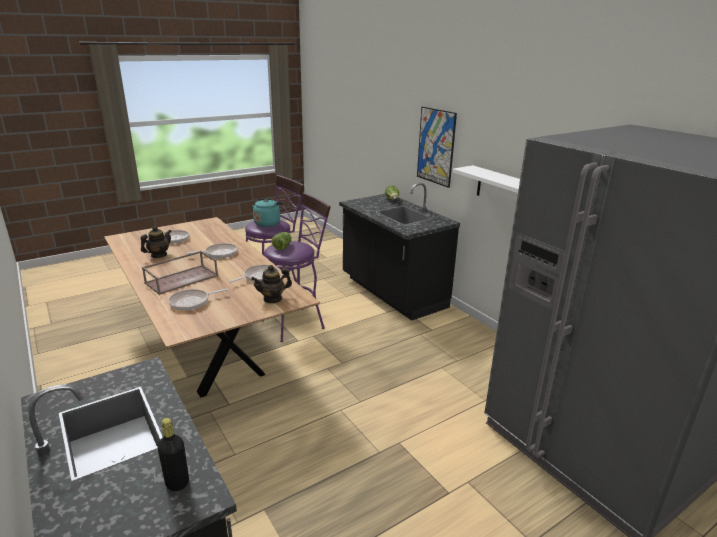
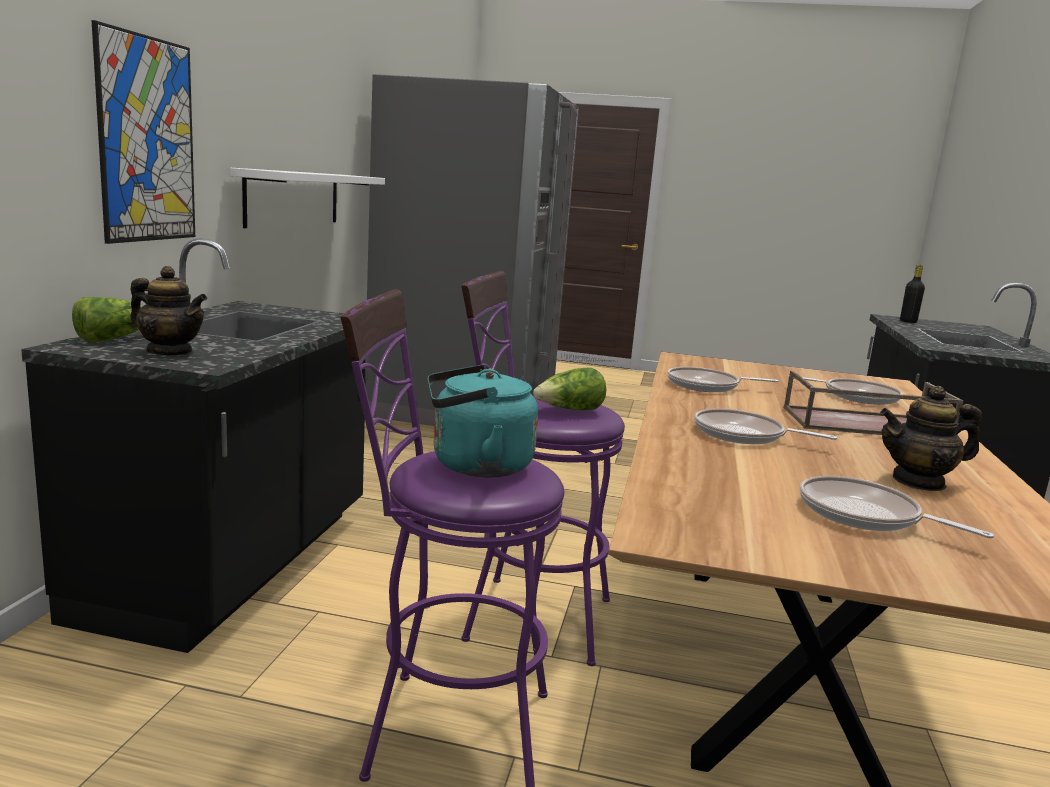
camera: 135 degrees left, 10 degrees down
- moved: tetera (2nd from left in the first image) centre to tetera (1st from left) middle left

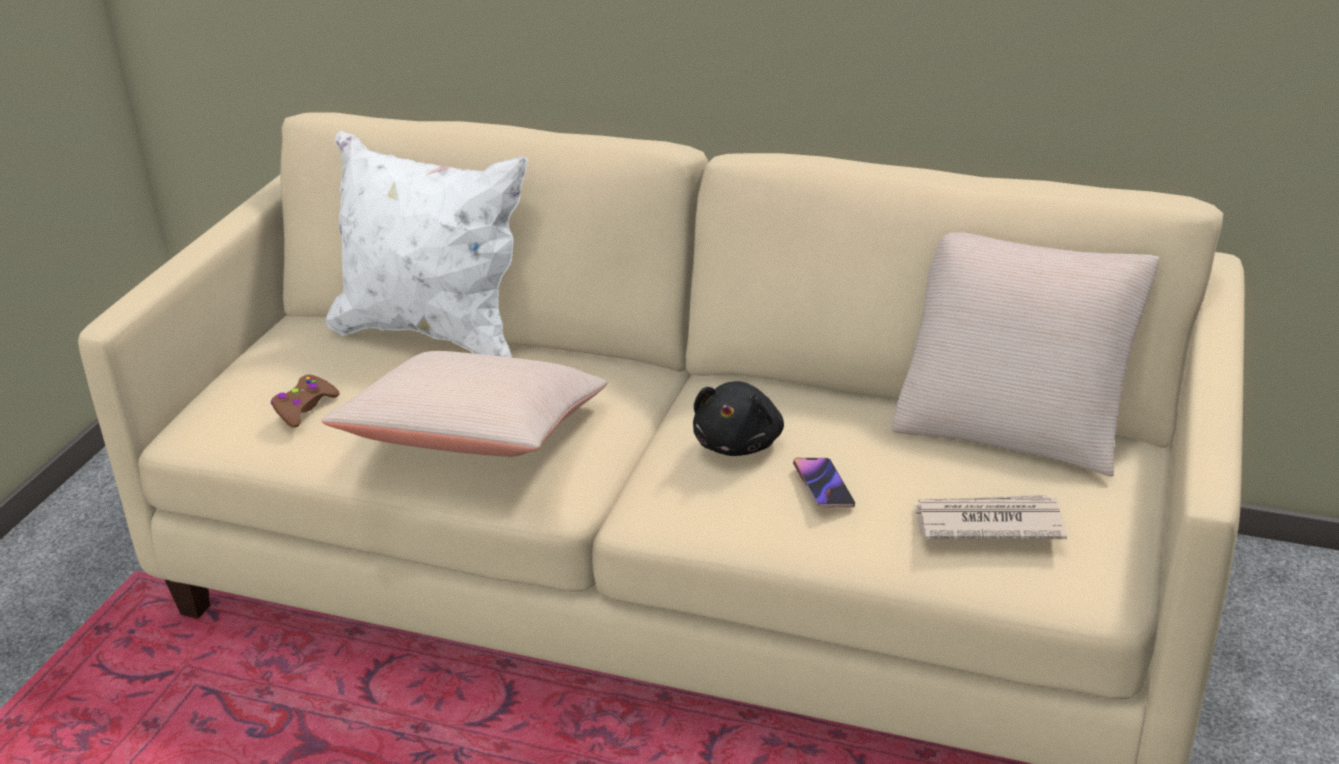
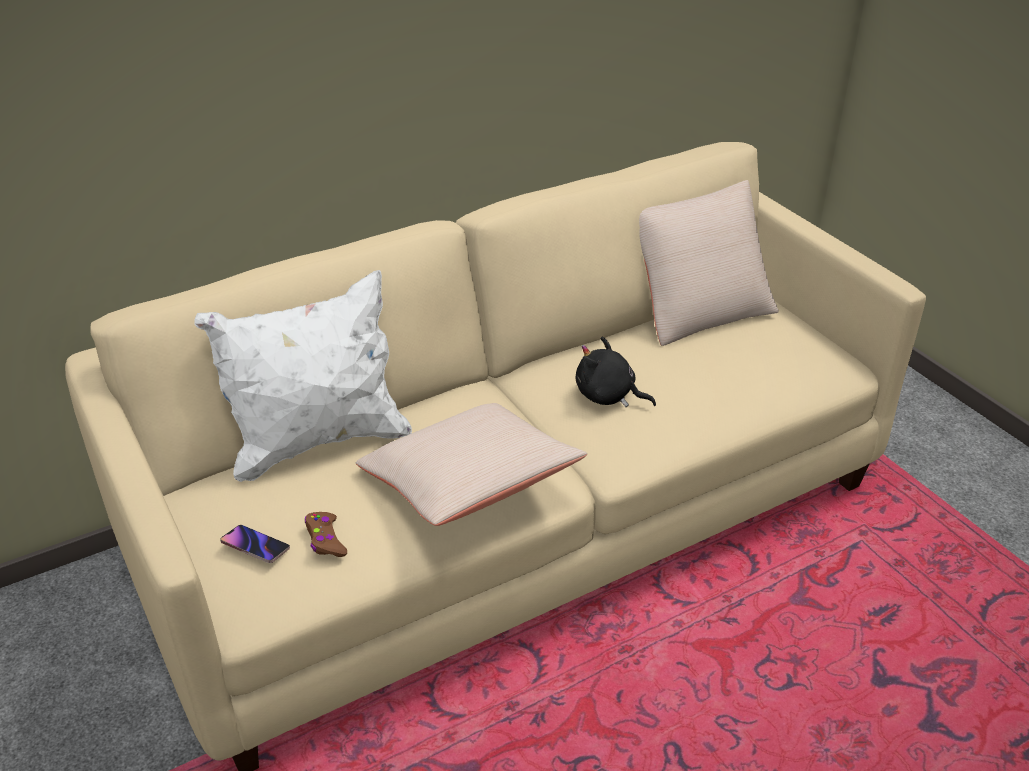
camera: 50 degrees left, 5 degrees up
- turned: peluche/negro centre = centre 150 degrees clockwise
- moved: móvil centre to bottom left
- removed: periódico bottom right

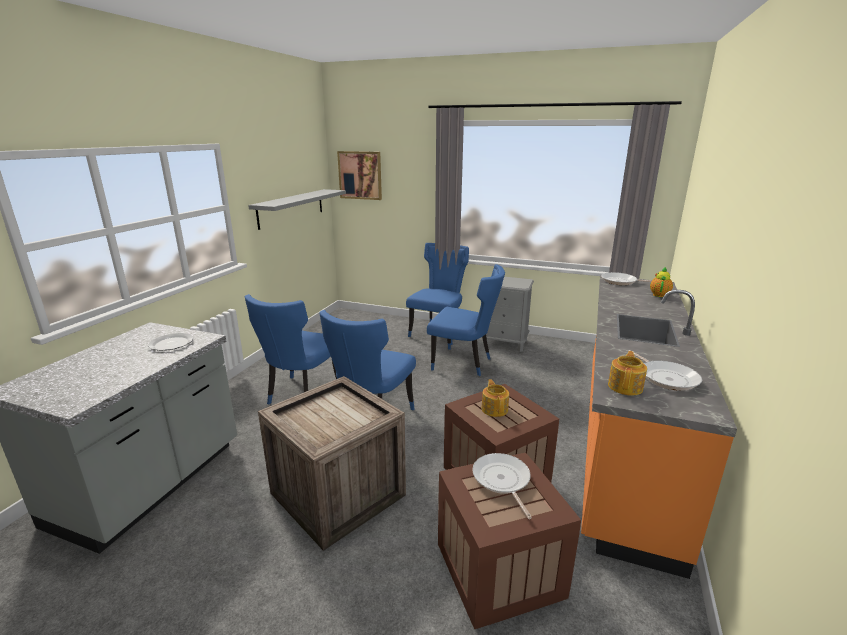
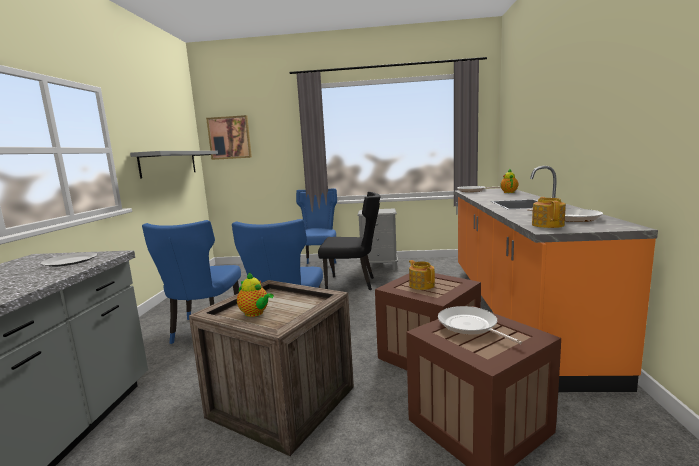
camera: 15 degrees left, 10 degrees down
- recoloured: silla/azul (4th from left) centre to silla/negro centre
- added: tetera (1st from left) centre

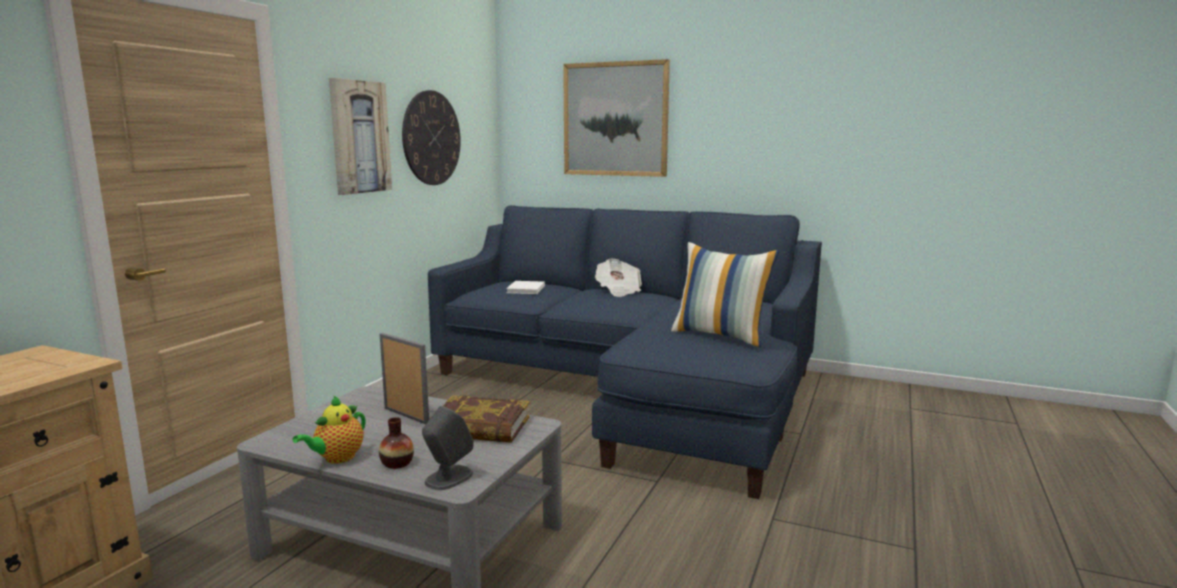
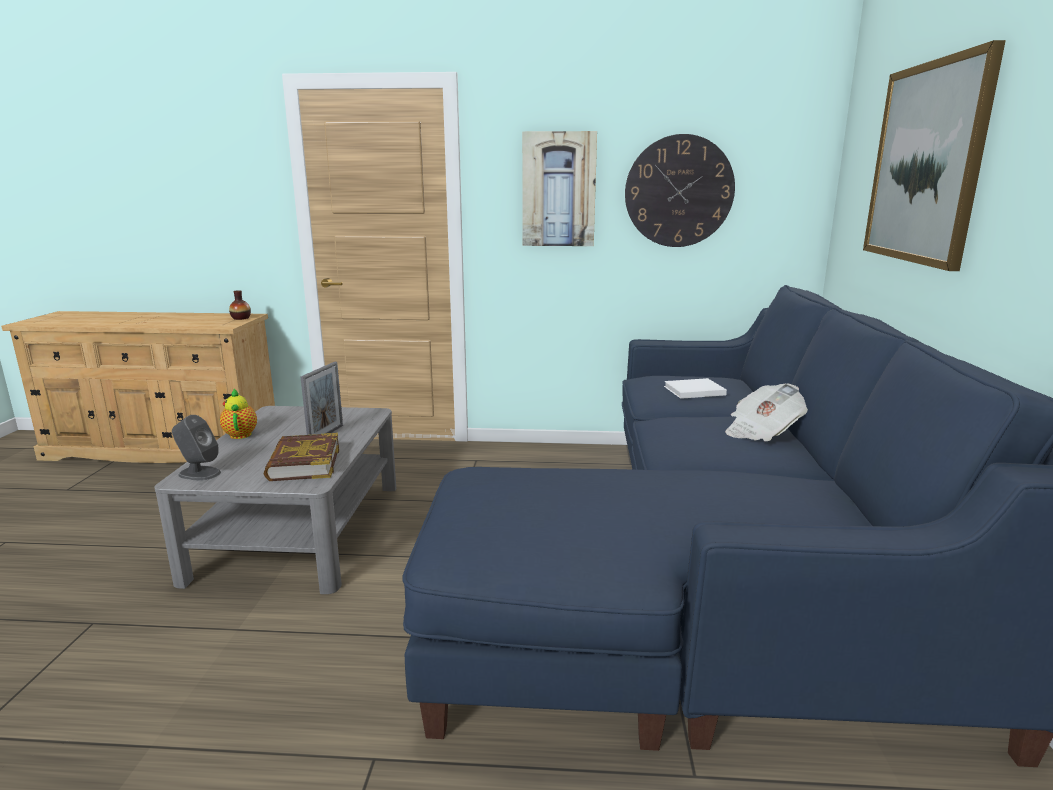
camera: 70 degrees right, 5 degrees up
- removed: cojín centre
- turned: tetera bottom left = middle left 60 degrees clockwise
- moved: florero bottom centre to middle left

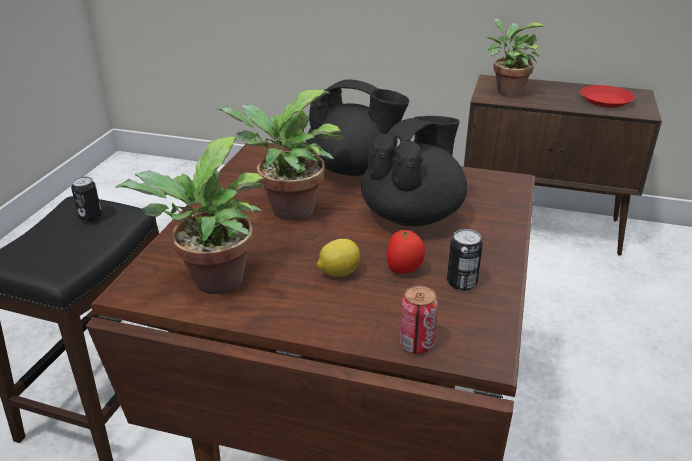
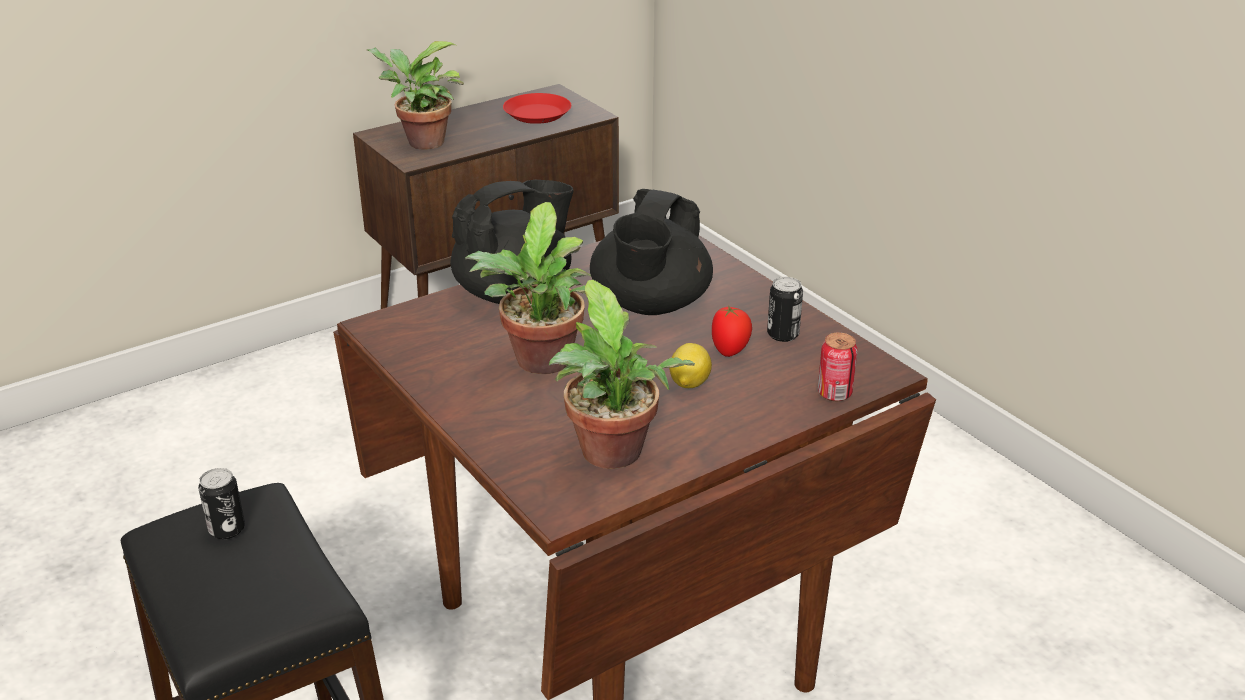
camera: 50 degrees left, 0 degrees up
- turned: tetera/negro (2nd from left) centre = centre 150 degrees counterclockwise

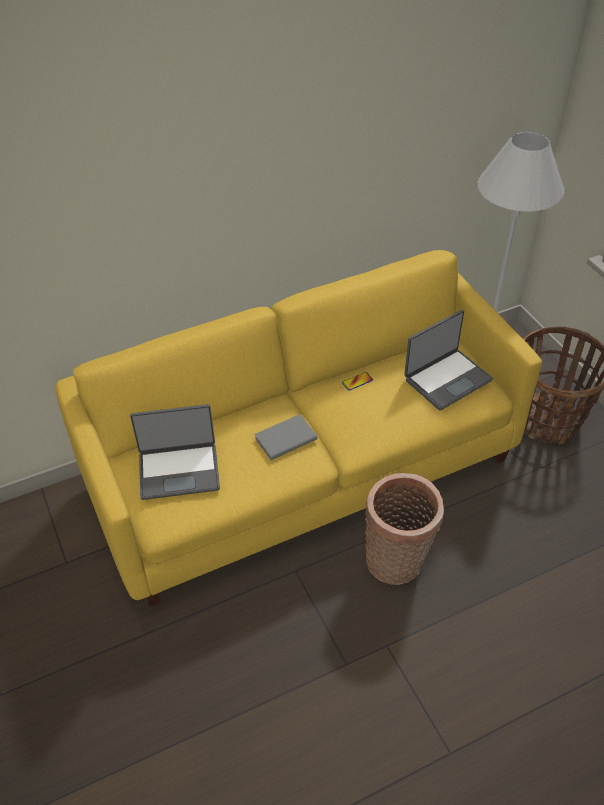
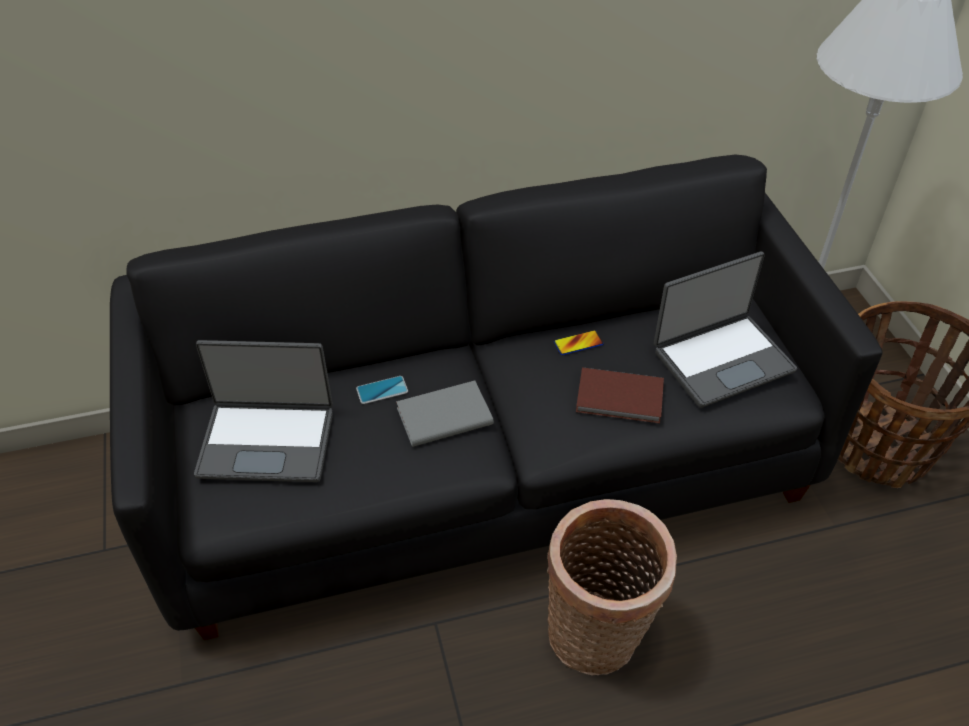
camera: 10 degrees right, 0 degrees up
- recoloured: sofá/amarillo centre to sofá/negro centre
- added: libro/marrón centre
- added: móvil (1st from left) centre

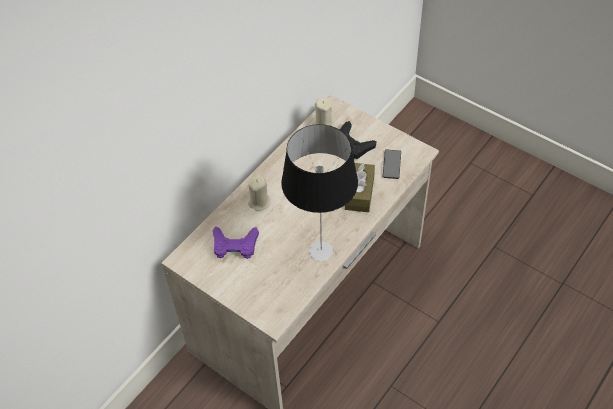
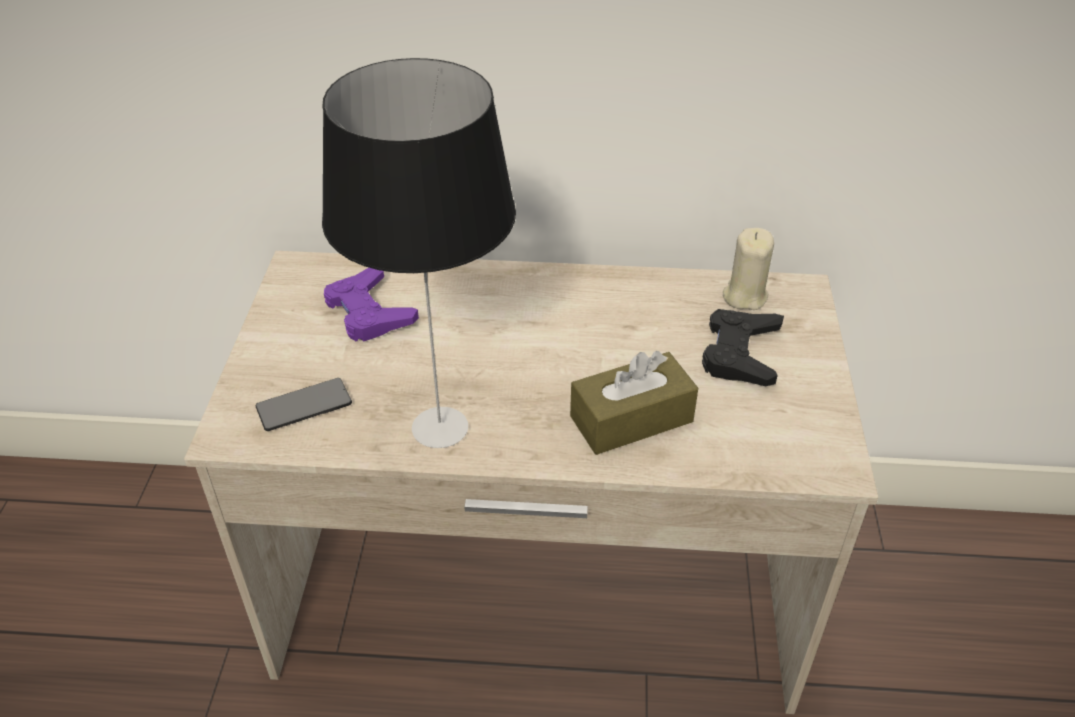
camera: 55 degrees right, 10 degrees down
- moved: móvil centre to middle left
- removed: vela/beis (1st from left) centre

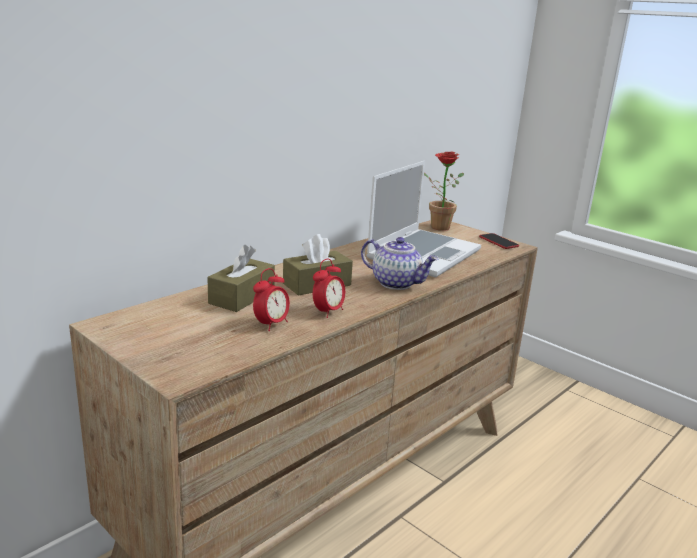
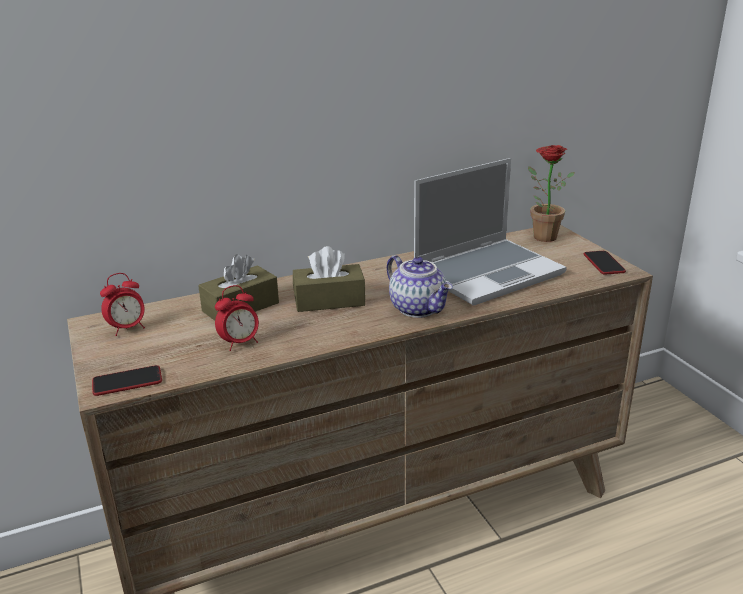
camera: 25 degrees right, 5 degrees up
- moved: despertador (2nd from left in the first image) centre to despertador (1st from left) middle left
- added: móvil (1st from left) middle left

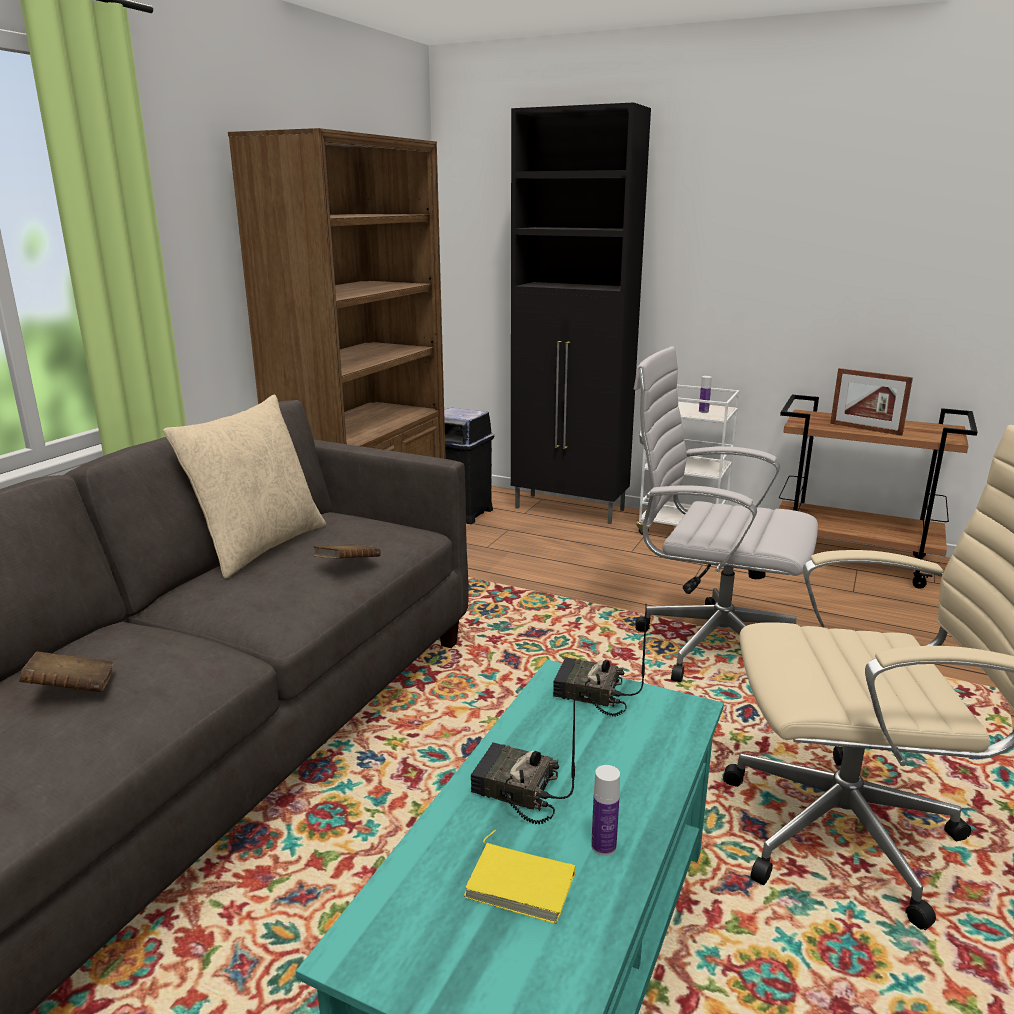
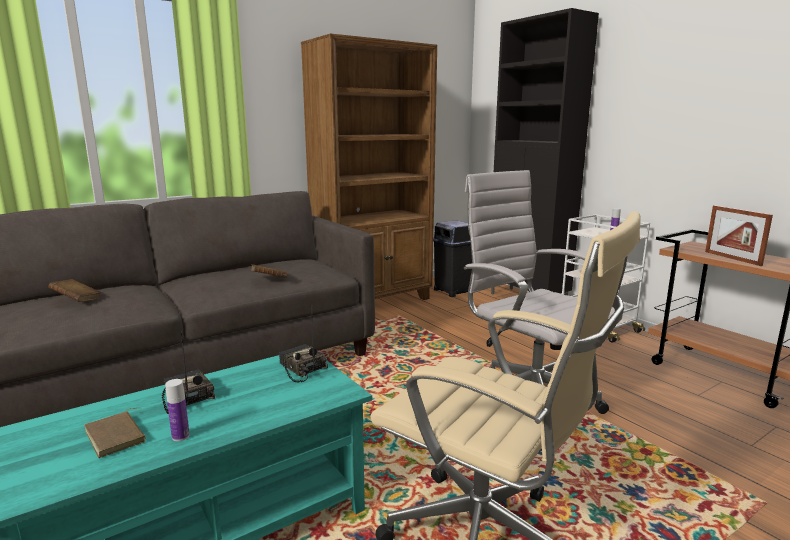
camera: 30 degrees right, 5 degrees down
- removed: cojín/beis middle left
- recoloured: libro/amarillo bottom centre to libro/marrón (2nd from left) bottom left

